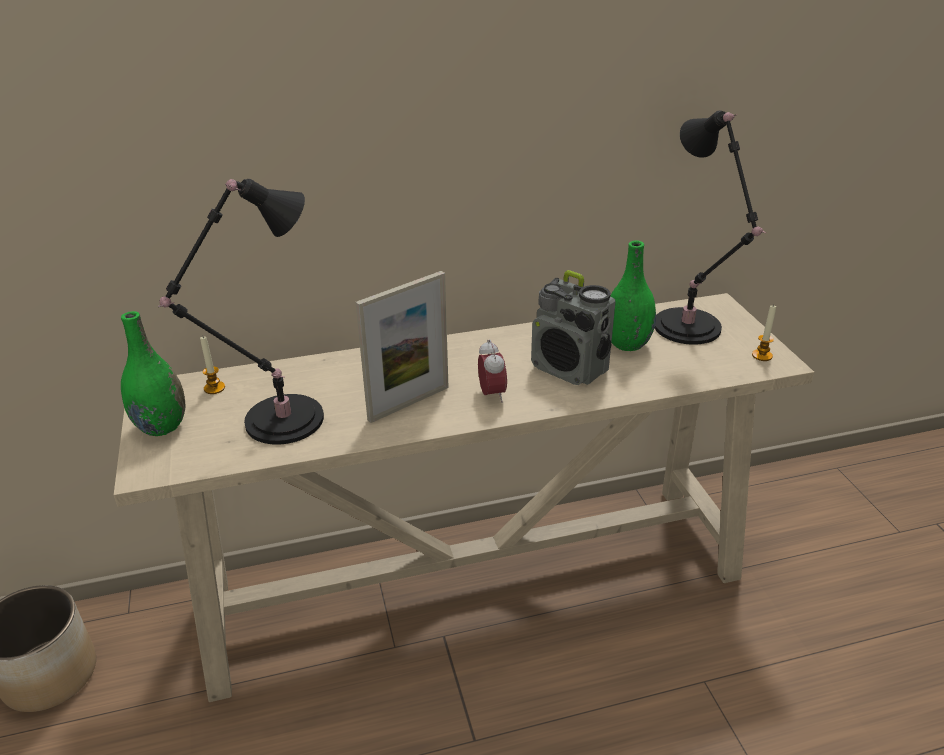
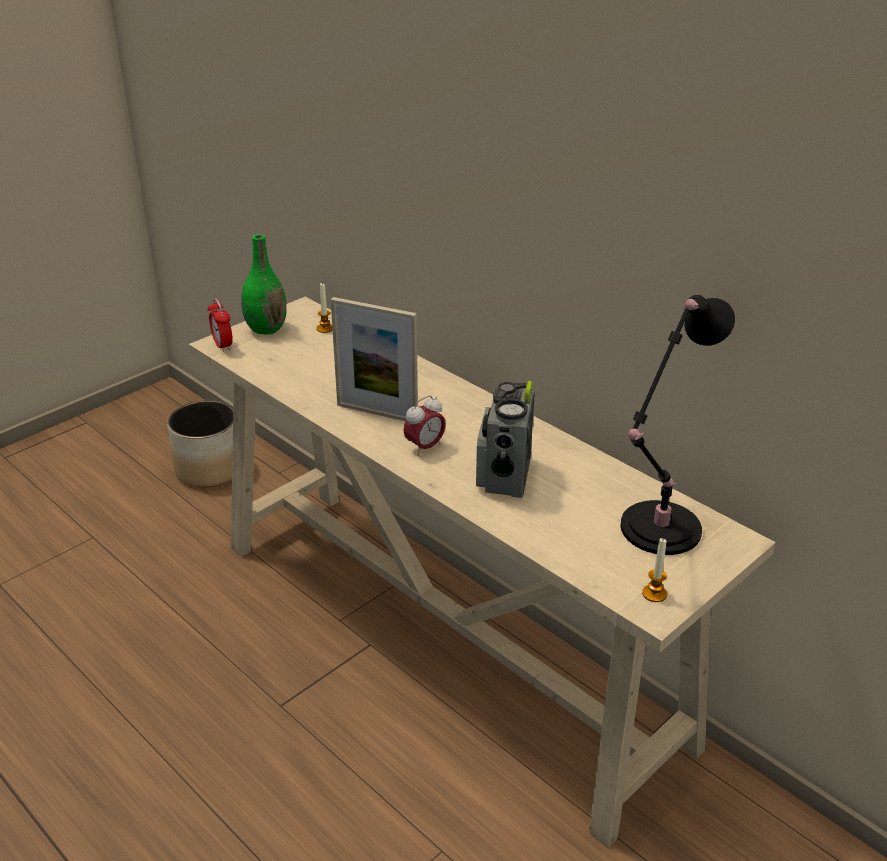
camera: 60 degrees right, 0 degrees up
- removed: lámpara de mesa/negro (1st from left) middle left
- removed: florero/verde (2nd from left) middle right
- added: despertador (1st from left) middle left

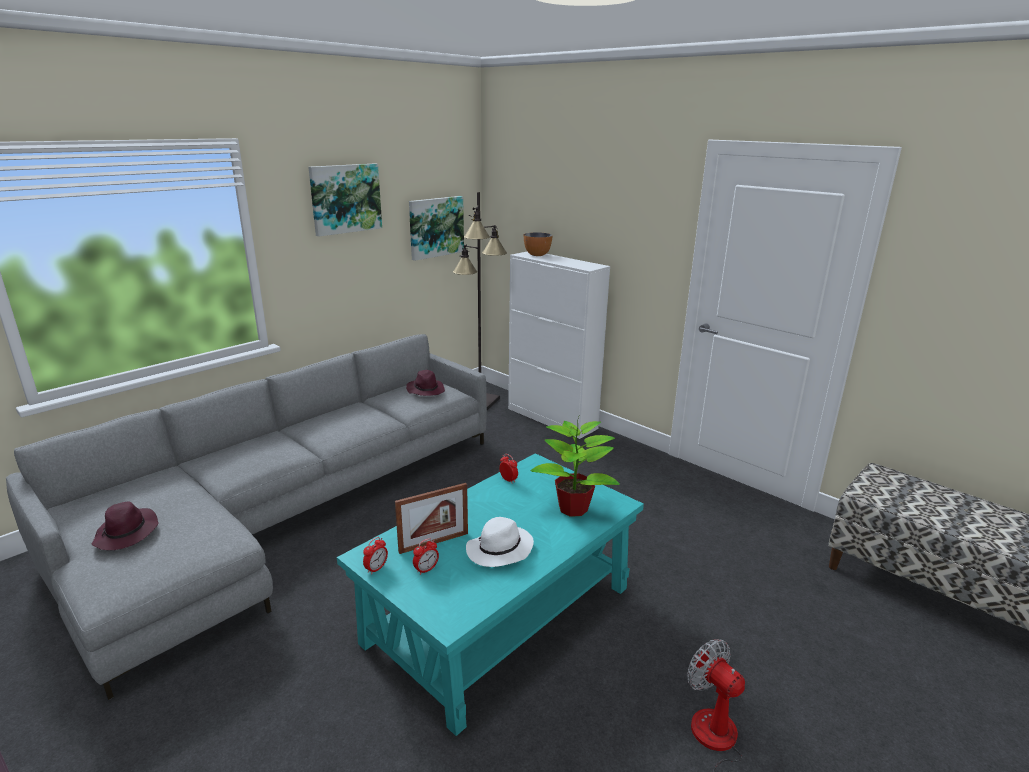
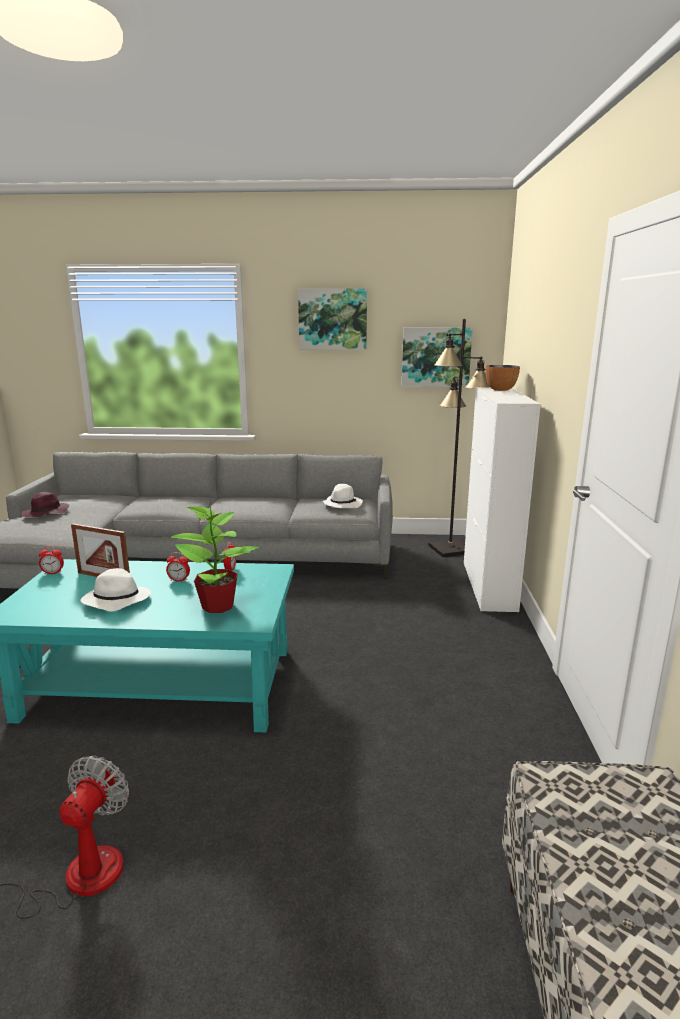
camera: 50 degrees right, 5 degrees down
- recoloured: sombrero/morado (2nd from left) centre to sombrero/blanco (2nd from left) centre
- moved: despertador (2nd from left) bottom centre to middle left

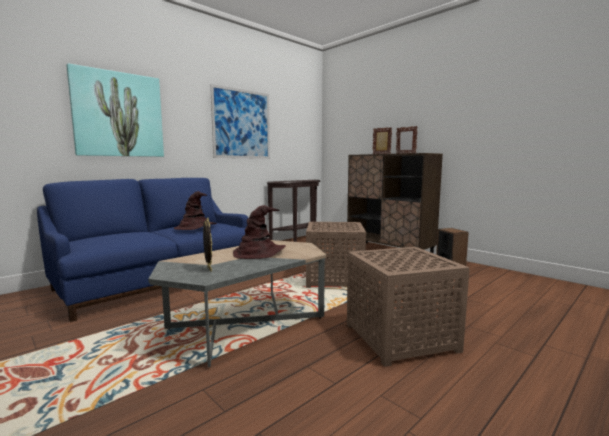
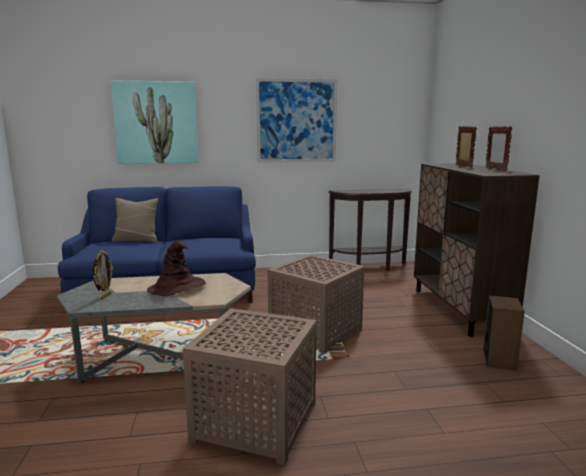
camera: 35 degrees right, 5 degrees up
- removed: sombrero/marrón (1st from left) middle left
- added: cojín/beis middle left

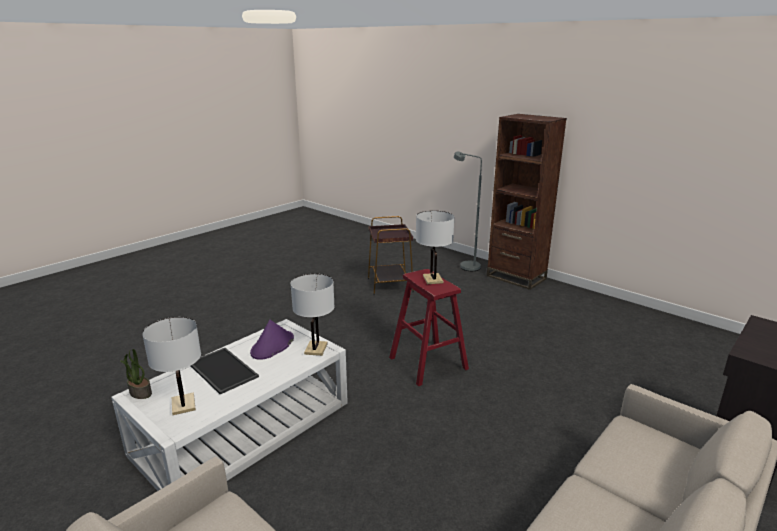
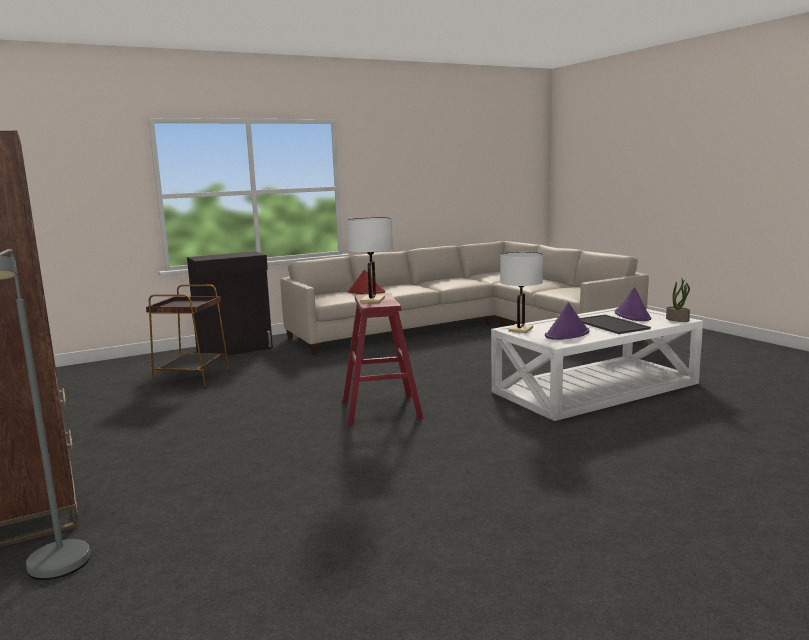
camera: 160 degrees left, 10 degrees down
- moved: mesa auxiliar/marrón centre to middle left
- replaced: lámpara de mesa/blanco (1st from left) bottom left to sombrero/morado (2nd from left) middle right
- added: sombrero/rojo centre

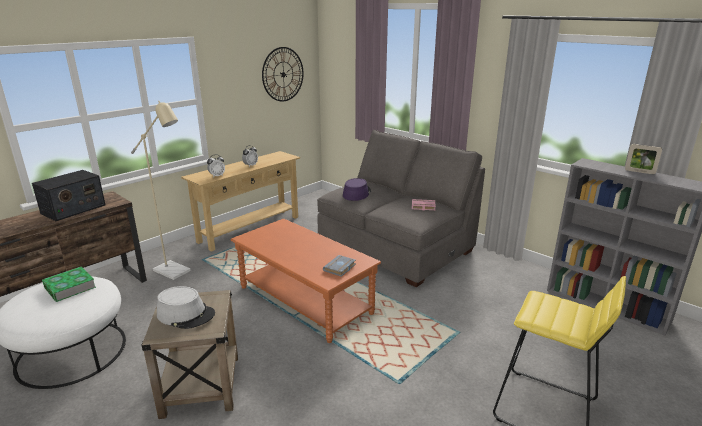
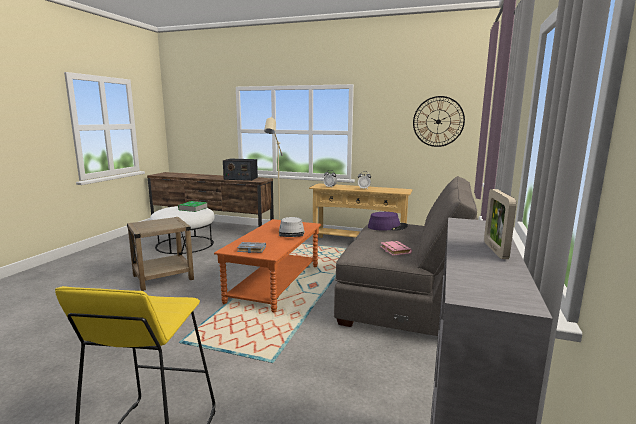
camera: 65 degrees right, 10 degrees down
- moved: sombrero/gris bottom left to centre

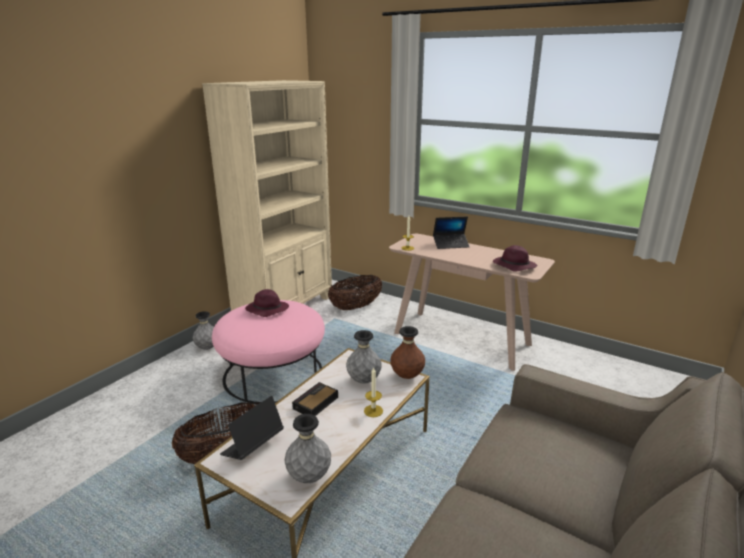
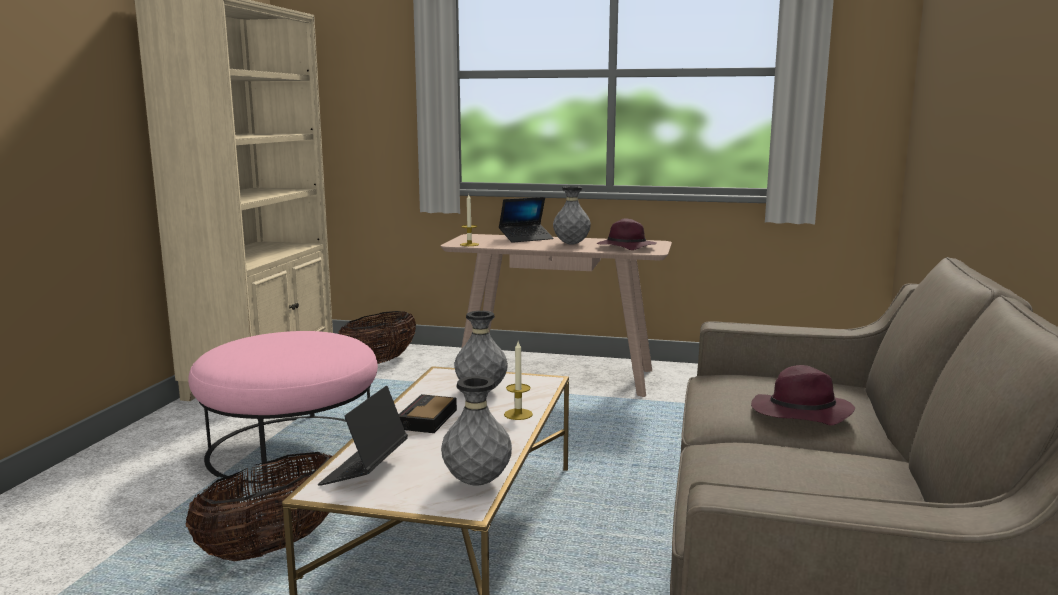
camera: 20 degrees left, 10 degrees down
- moved: sombrero/morado (1st from left in the first image) centre to sombrero/morado (2nd from left) middle right
- moved: florero/gris (1st from left in the first image) middle left to florero/gris (3rd from left) centre
- removed: florero/marrón centre

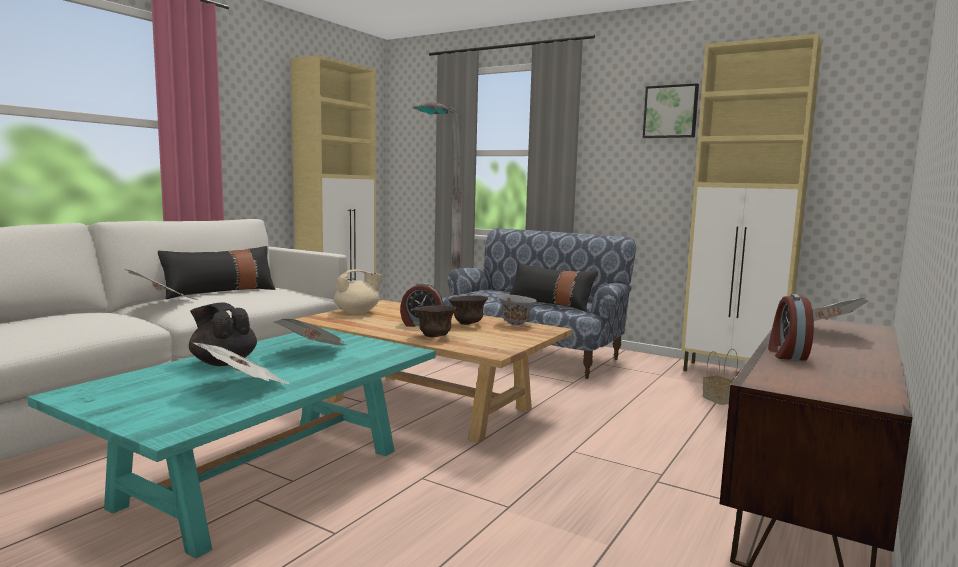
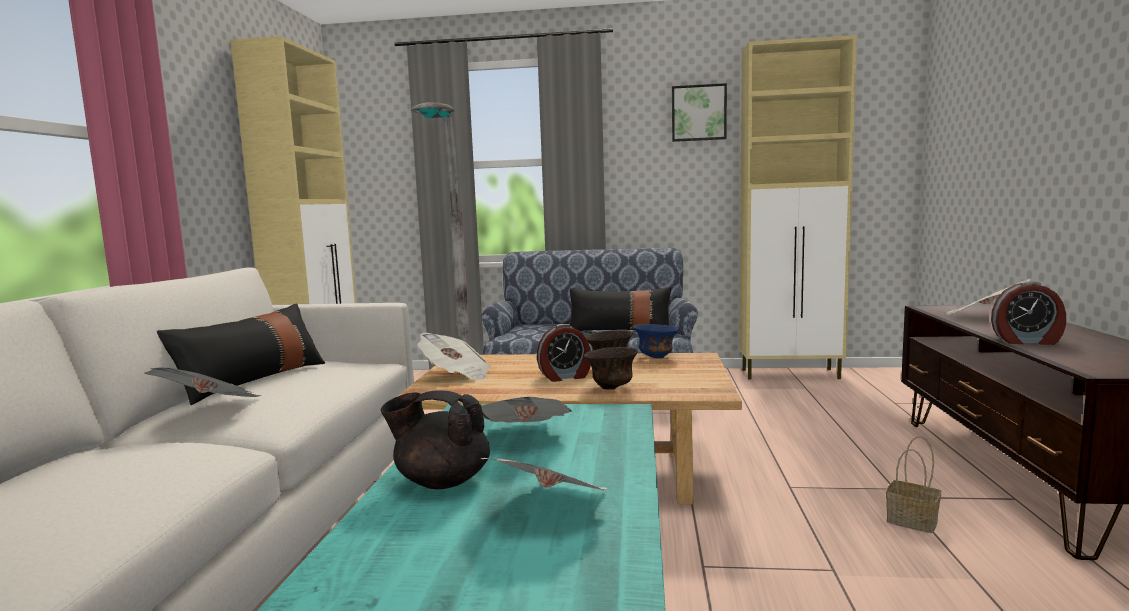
camera: 25 degrees left, 0 degrees up
- replaced: tetera/beis centre to periódico (2nd from left) centre
- turned: despertador (2nd from left) middle right = middle right 60 degrees counterclockwise
- recoloured: cuenco/gris centre to cuenco/azul centre
- moved: cesta middle right to bottom right

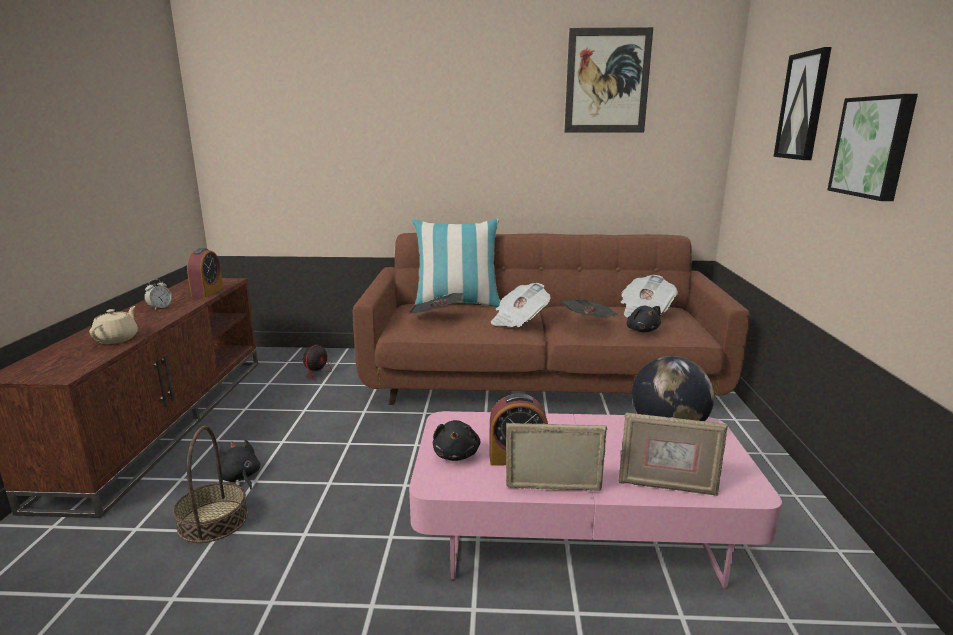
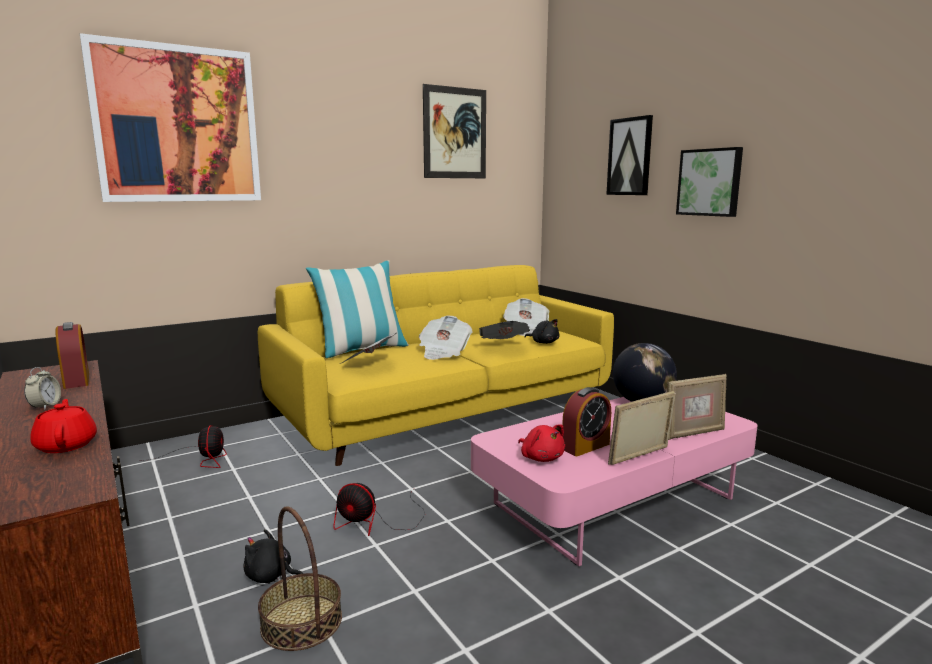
camera: 35 degrees left, 5 degrees down
- recoloured: sofá/marrón centre to sofá/amarillo centre
- recoloured: tetera/beis middle left to tetera/rojo middle left
- recoloured: peluche/negro (2nd from left) bottom centre to peluche/rojo bottom centre
- added: cuadro (1st from left) top left
- added: ventilador (2nd from left) bottom centre

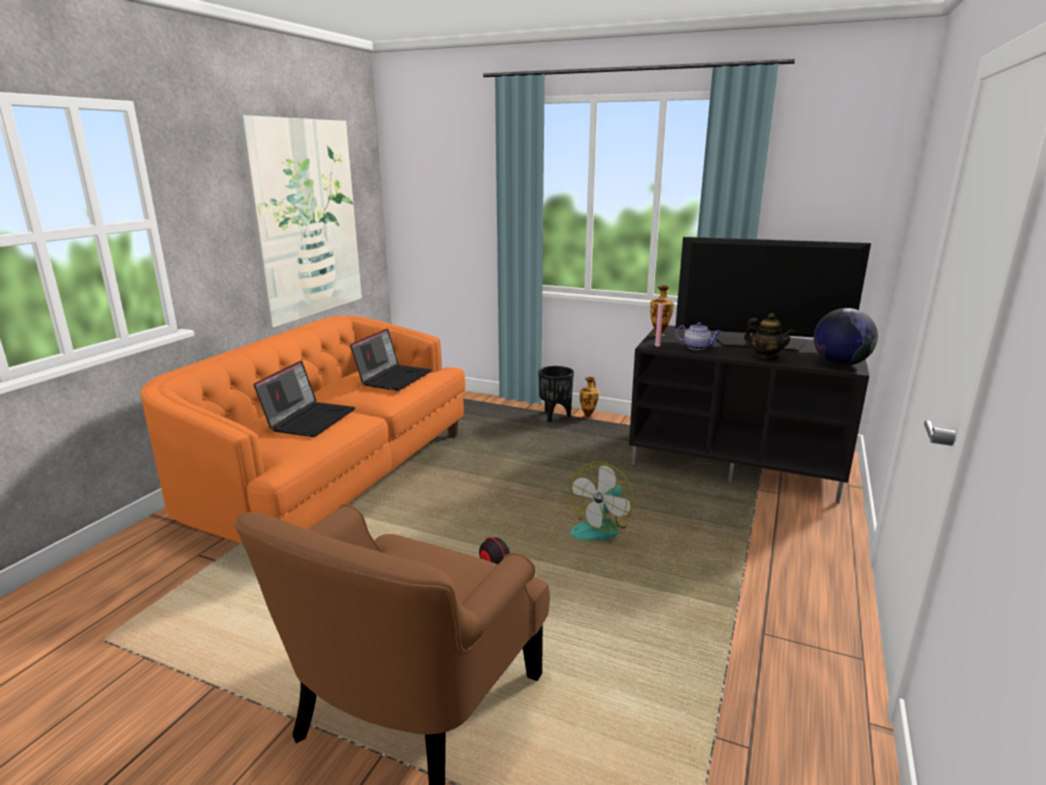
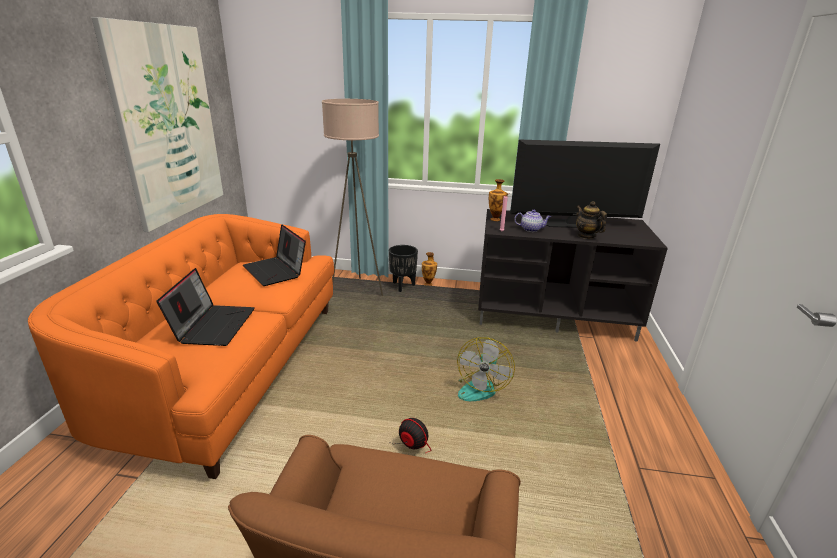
camera: 15 degrees left, 5 degrees up
- removed: globo terráqueo middle right
- turned: tetera (2nd from left) middle right = middle right 150 degrees counterclockwise
- turned: portátil (2nd from left) centre = middle left 135 degrees clockwise
- added: lámpara de pie/beis centre

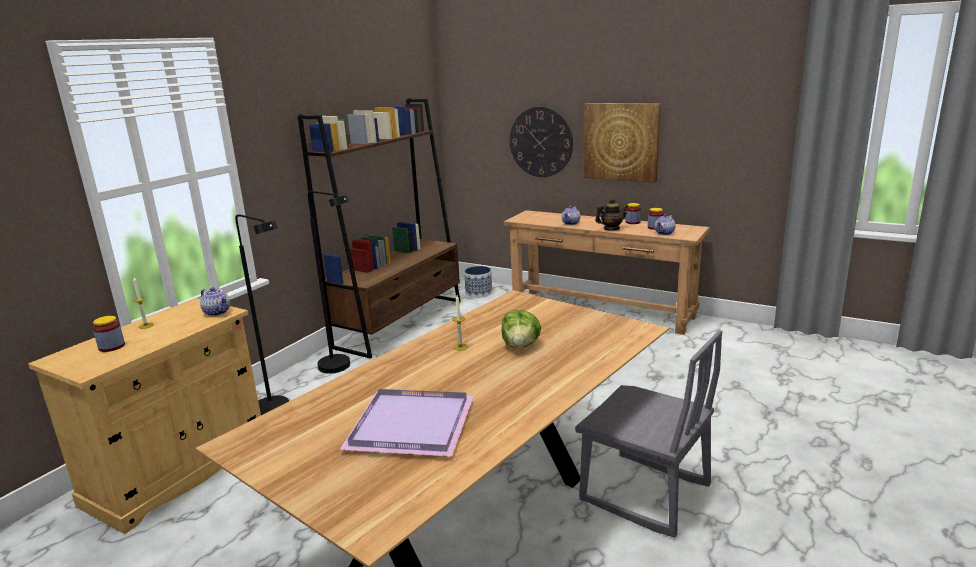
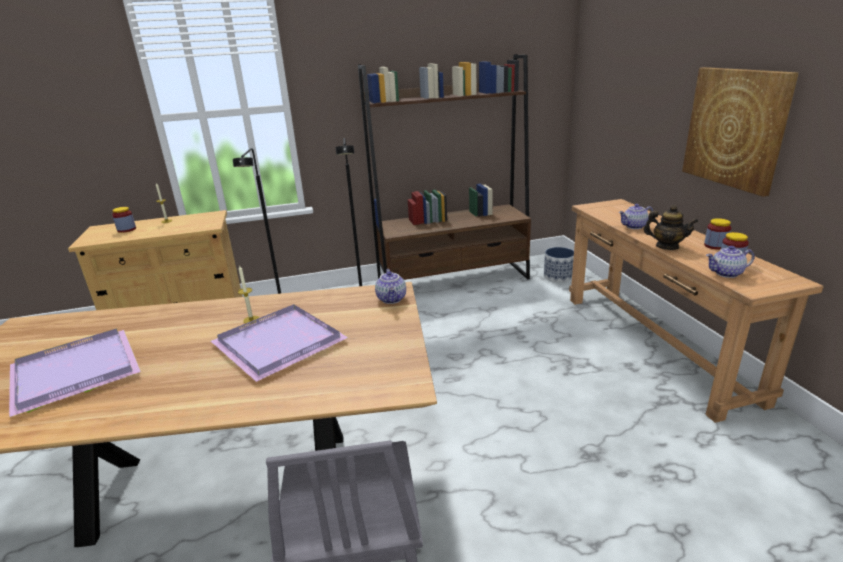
camera: 45 degrees right, 5 degrees up
- removed: reloj de pared top centre
- moved: tetera (1st from left) middle left to centre
- replaced: lechuga centre to bandeja/morado (2nd from left) middle left

